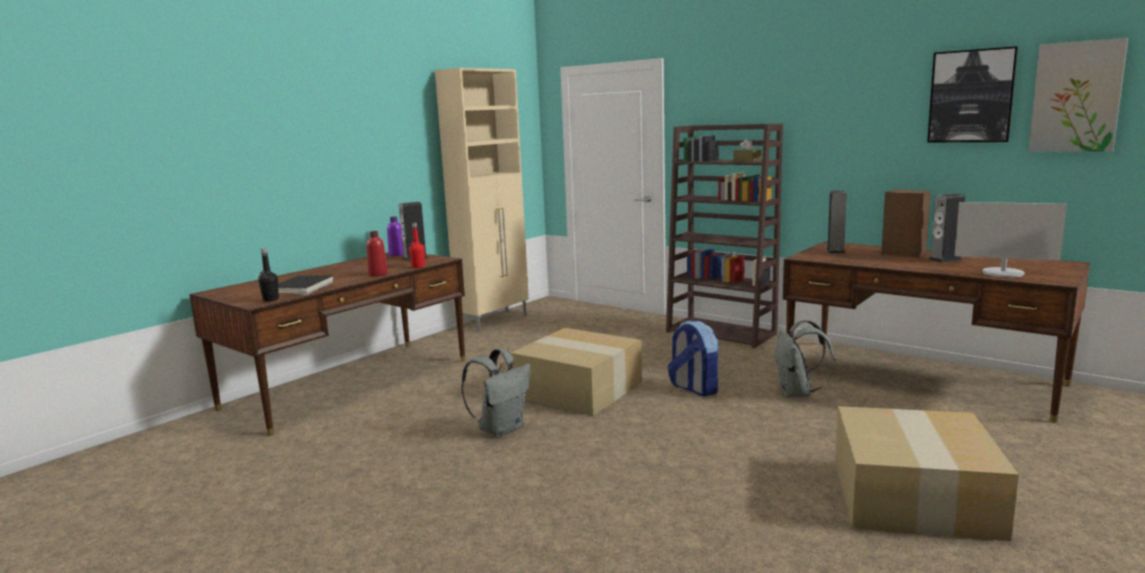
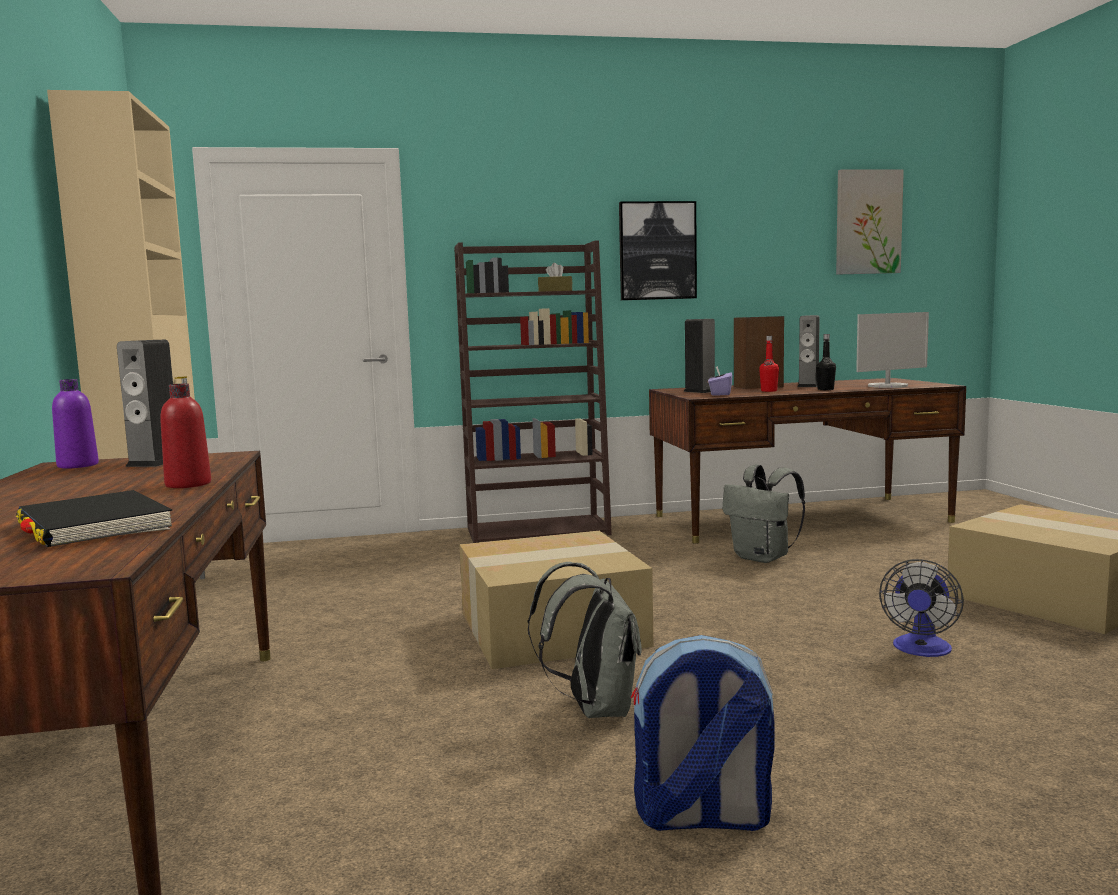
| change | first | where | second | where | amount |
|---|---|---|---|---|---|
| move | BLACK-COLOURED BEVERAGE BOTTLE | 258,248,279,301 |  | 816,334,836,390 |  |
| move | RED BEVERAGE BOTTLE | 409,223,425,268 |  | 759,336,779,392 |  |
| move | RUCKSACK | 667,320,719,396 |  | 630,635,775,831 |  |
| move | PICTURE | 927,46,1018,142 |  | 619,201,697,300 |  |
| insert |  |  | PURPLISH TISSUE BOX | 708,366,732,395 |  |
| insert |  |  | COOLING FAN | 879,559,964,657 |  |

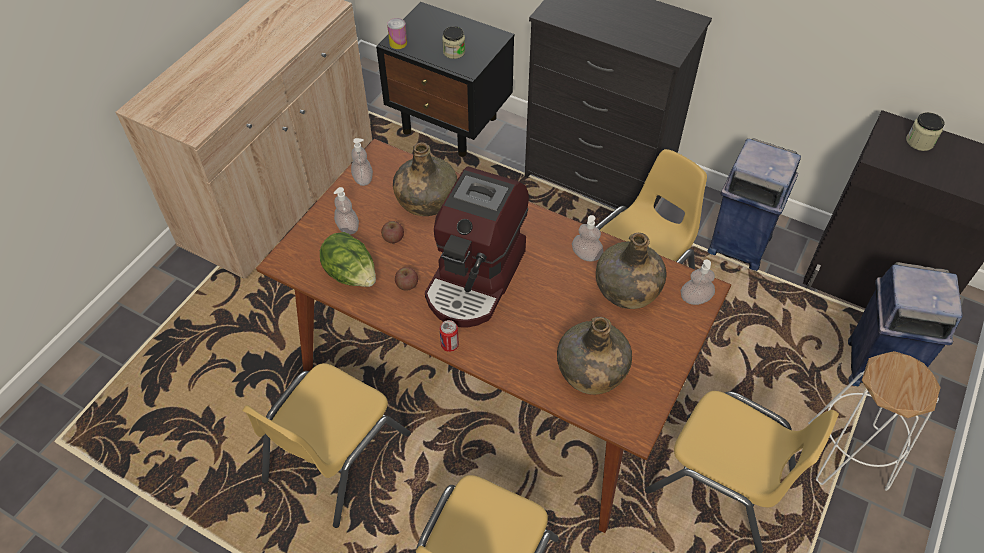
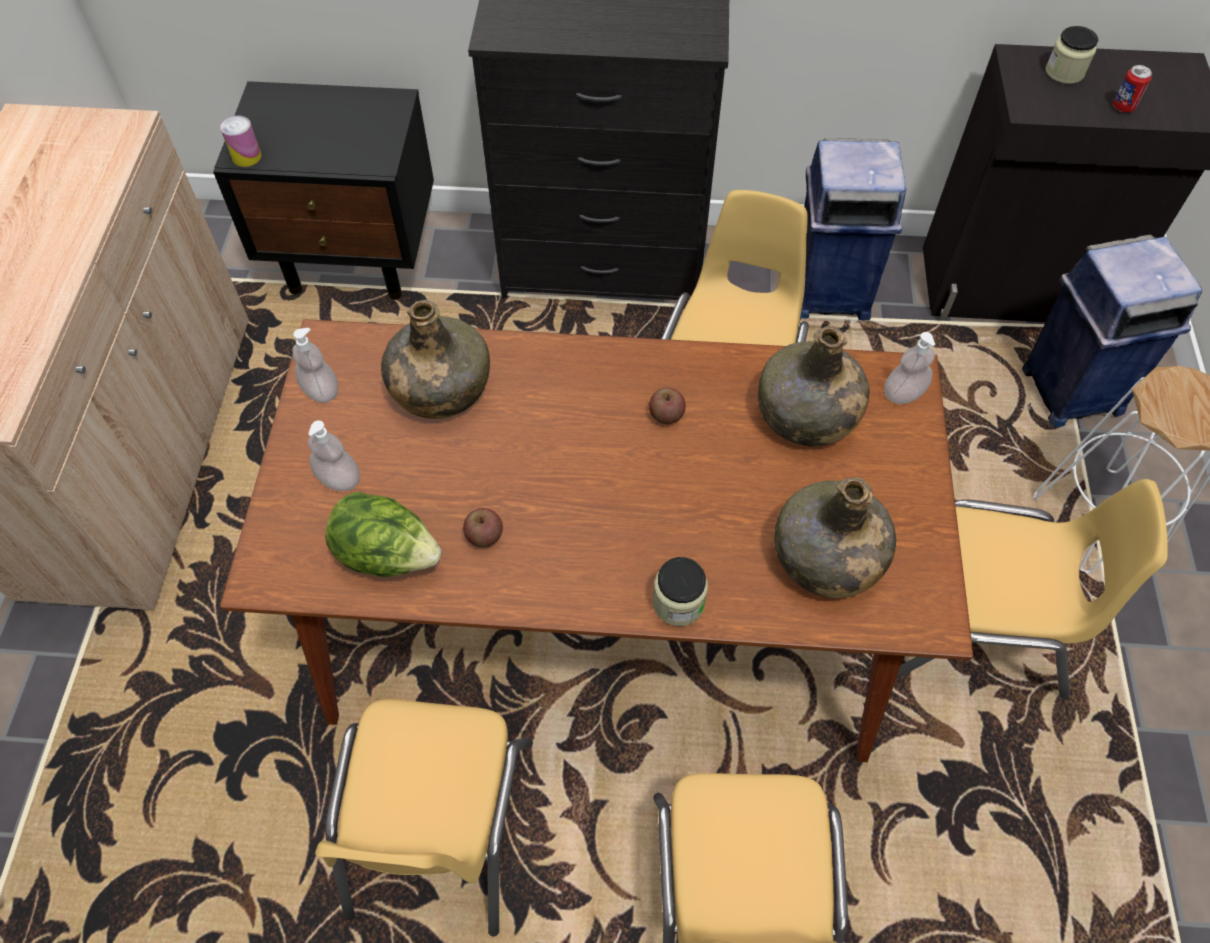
| change | first | where | second | where | amount |
|---|---|---|---|---|---|
| move | WHOLE APPLE | 381,221,404,243 |  | 649,388,686,424 |  |
| delete | COFFEE BREWER | 425,167,529,328 |  |  |  |
| move | CAN | 440,320,459,352 |  | 1113,65,1152,112 |  |
| move | PRESERVE JAR | 442,26,465,59 |  | 653,557,708,626 |  |
| delete | SOAP BOTTLE | 572,215,603,262 |  |  |  |

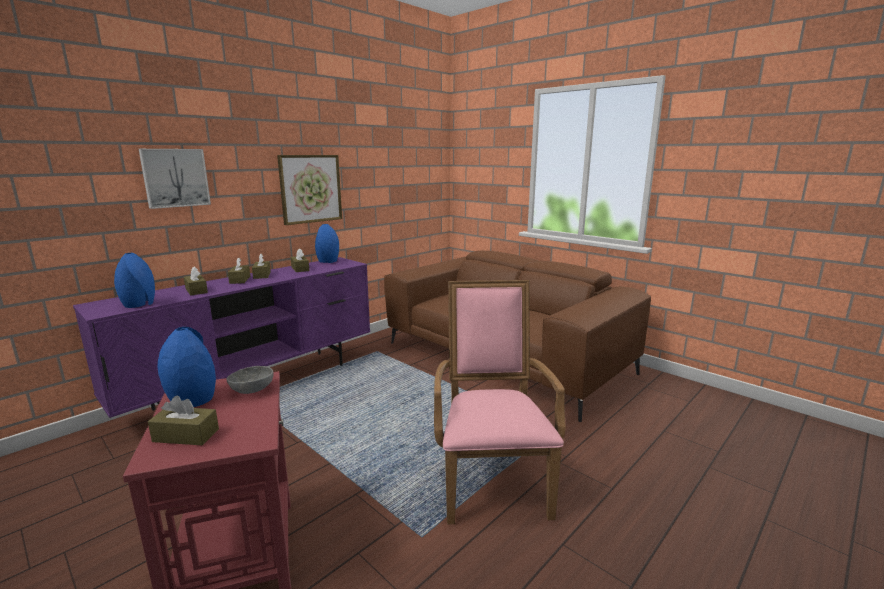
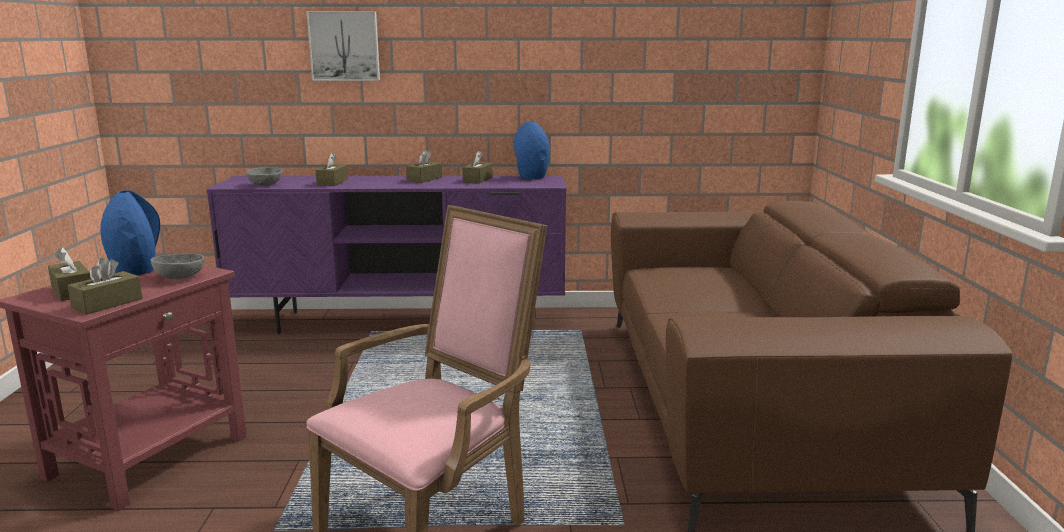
| change | first | where | second | where | amount |
|---|---|---|---|---|---|
| replace | BLUE DECORATIVE VASE | 114,253,155,308 | GREY SERVING BOWL | 246,167,282,186 |  |
| move | BROWN TISSUE BOX | 228,257,250,284 |  | 67,258,143,314 |  |
| delete | PICTURE | 277,155,342,225 |  |  |  |

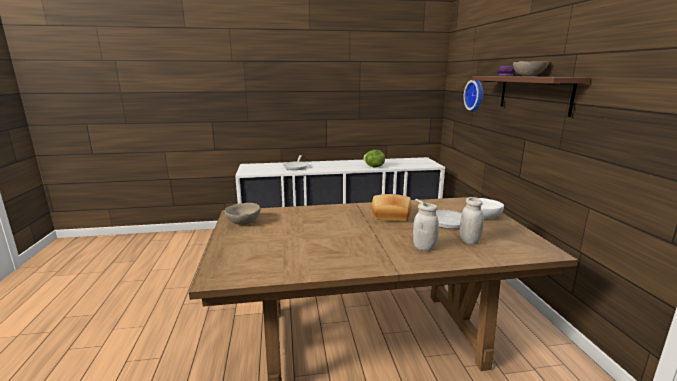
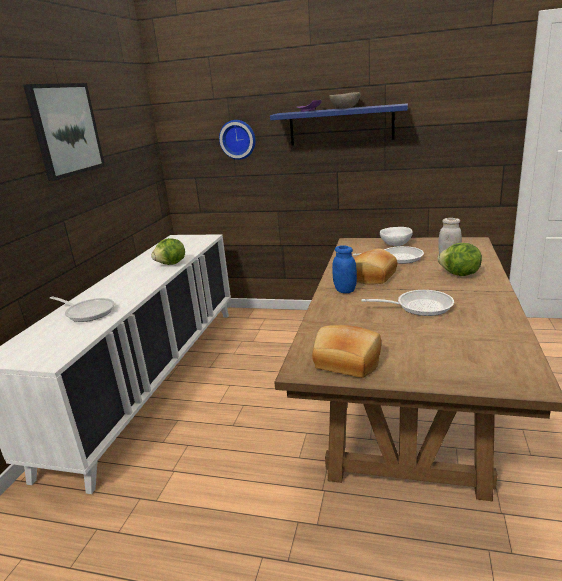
| change | first | where | second | where | amount |
|---|---|---|---|---|---|
| replace | BEIGE-COLOURED SERVING BOWL | 224,203,260,225 | BREAD | 312,325,381,378 |  |
| replace | WHITISH PRESERVE JAR | 413,203,439,251 | LETTUCE | 437,243,482,276 |  |
| recolor | BROWN BRACKET SHELF | 472,76,590,117 | BLUE BRACKET SHELF | 270,103,408,145 |  |
| insert |  |  | PICTURE | 23,83,105,181 |  |
| insert |  |  | BLUE PRESERVE JAR | 332,245,357,293 |  |
| insert |  |  | PAN | 361,290,454,316 |  |

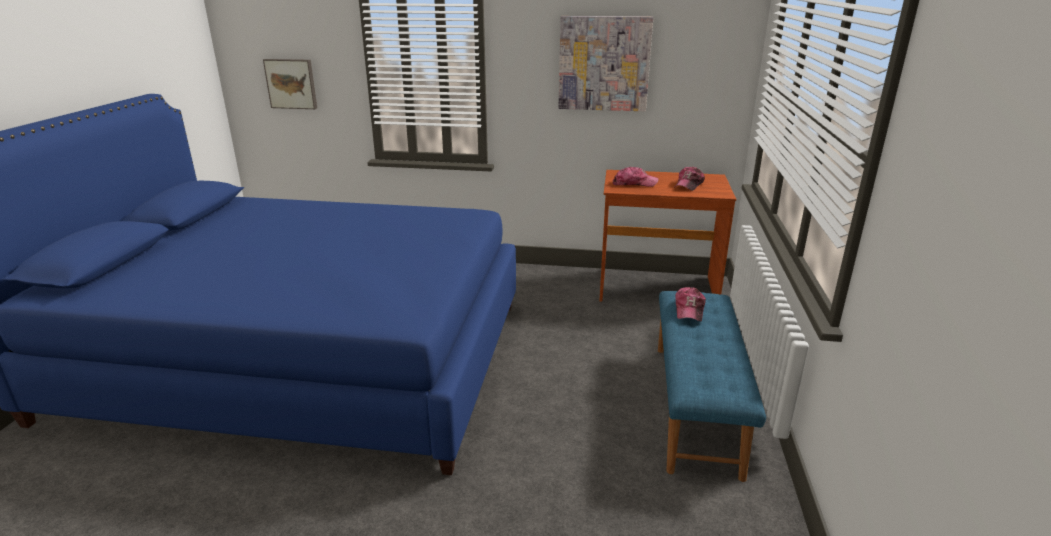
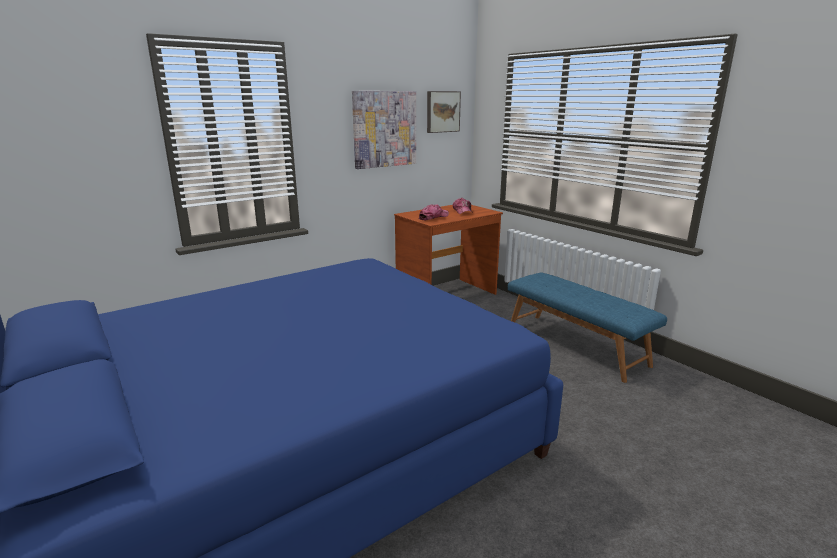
| change | first | where | second | where | amount |
|---|---|---|---|---|---|
| move | PICTURE | 263,59,317,109 |  | 427,91,461,133 |  |
| delete | PEAKED CAP | 675,287,706,321 |  |  |  |

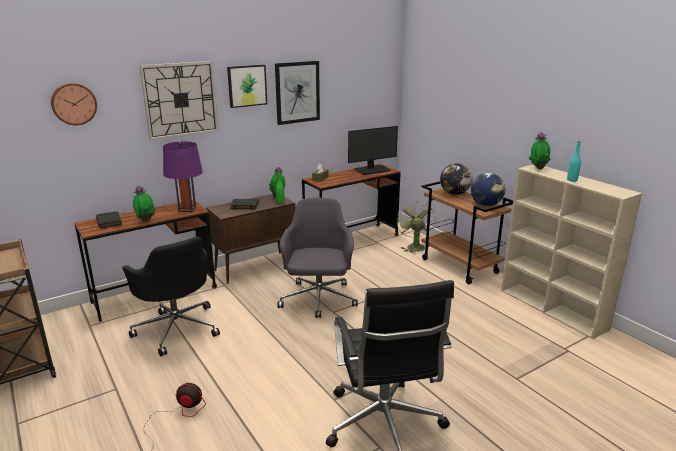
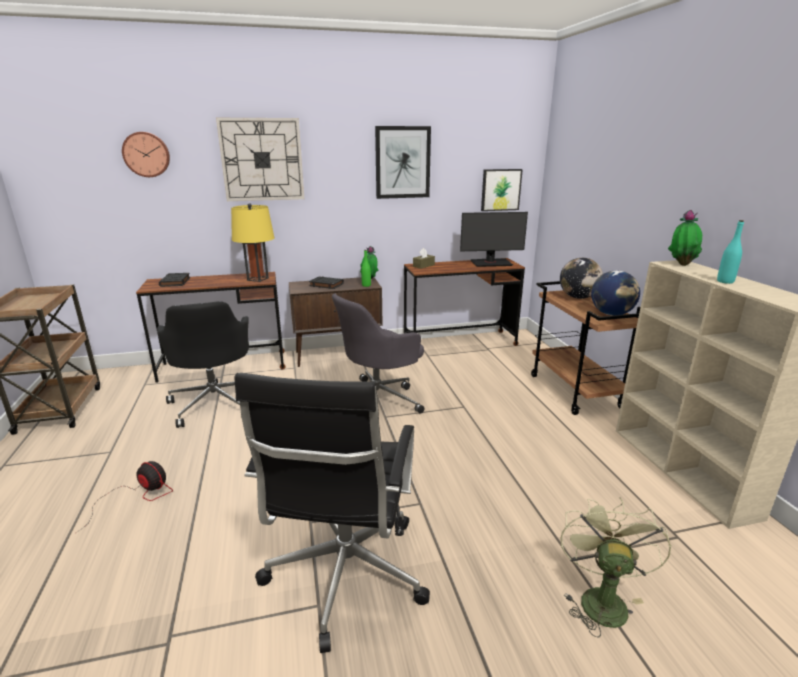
| change | first | where | second | where | amount |
|---|---|---|---|---|---|
| delete | PLANT IN A POT | 133,186,156,222 |  |  |  |
| recolor | PURPLISH TABLE LAMP | 163,141,203,212 | YELLOWISH TABLE LAMP | 231,203,275,282 |  |
| move | PICTURE | 227,65,267,108 |  | 481,169,523,211 |  |
| rotate | GREY DESK CHAIR | 277,198,358,318 |  | 332,293,425,414 | 150 degrees counterclockwise |
| move | GREENISH COOLING FAN | 397,204,436,254 |  | 561,498,672,638 |  |

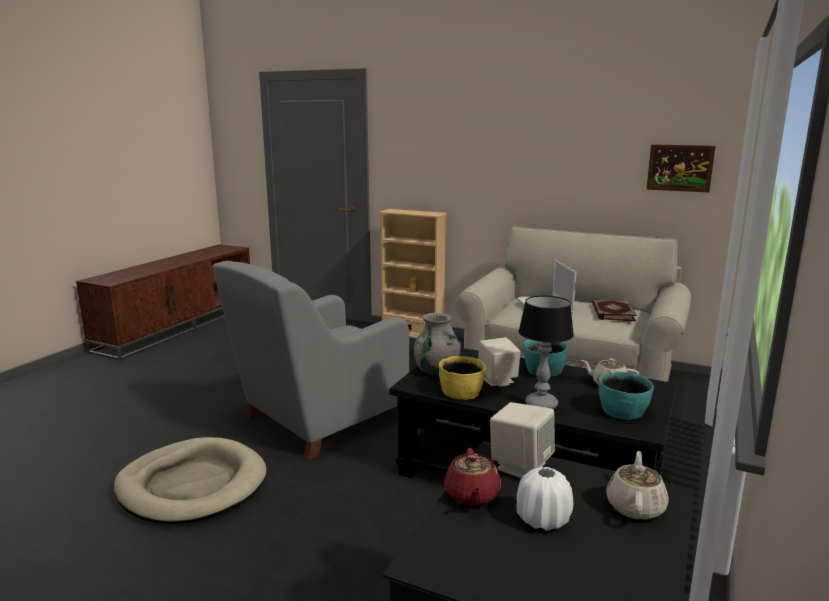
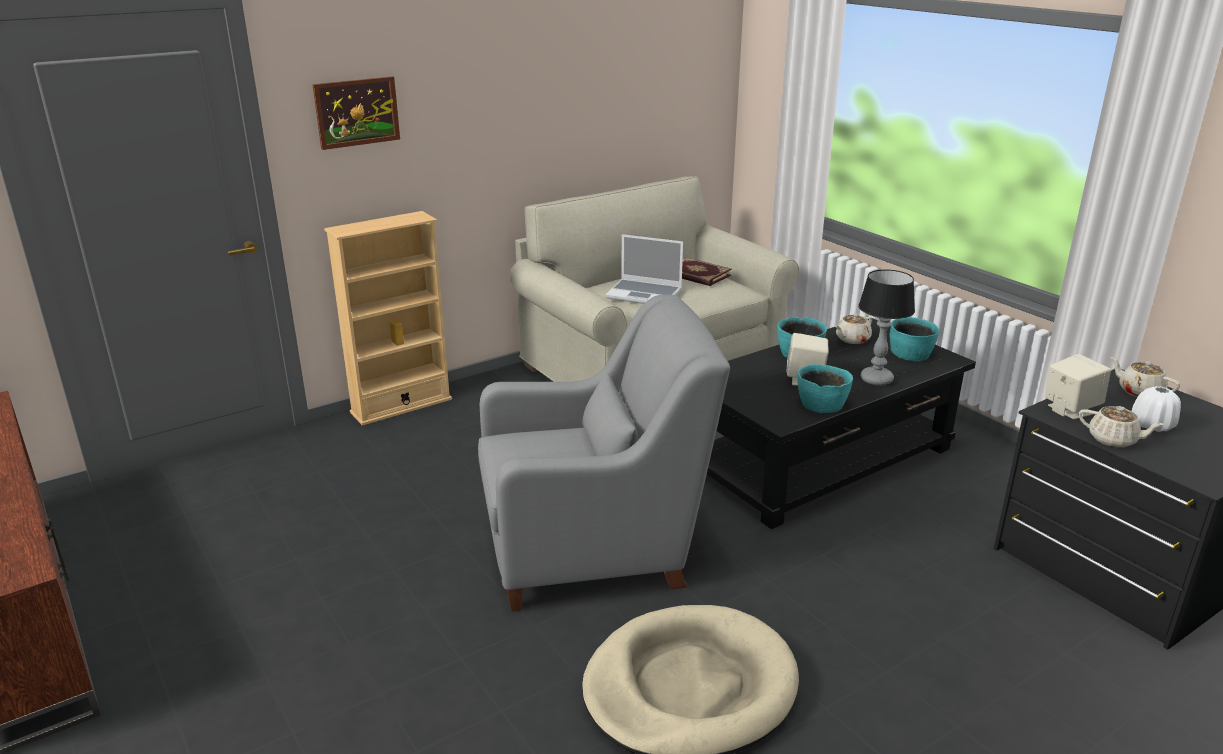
| change | first | where | second | where | amount |
|---|---|---|---|---|---|
| rotate | GREY ARMCHAIR | 212,261,409,460 |  | 478,295,730,611 | 90 degrees counterclockwise |
| delete | GREY DECORATIVE VASE | 414,313,461,375 |  |  |  |
| recolor | YELLOWISH SERVING BOWL | 439,356,486,400 | TURQUOISE SERVING BOWL | 798,364,853,413 |  |
| recolor | RED TEA POT | 444,448,501,506 | BEIGE-COLOURED TEA POT | 1079,406,1165,448 |  |
| move | PICTURE | 646,144,715,193 |  | 312,76,400,150 |  |

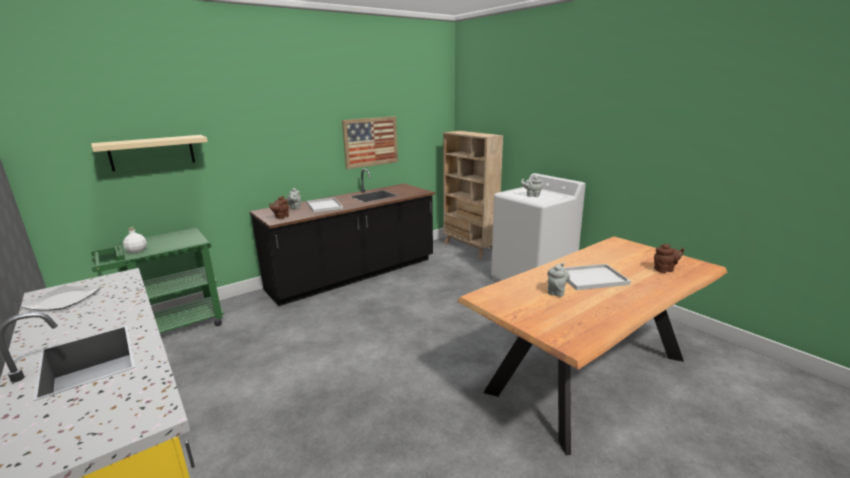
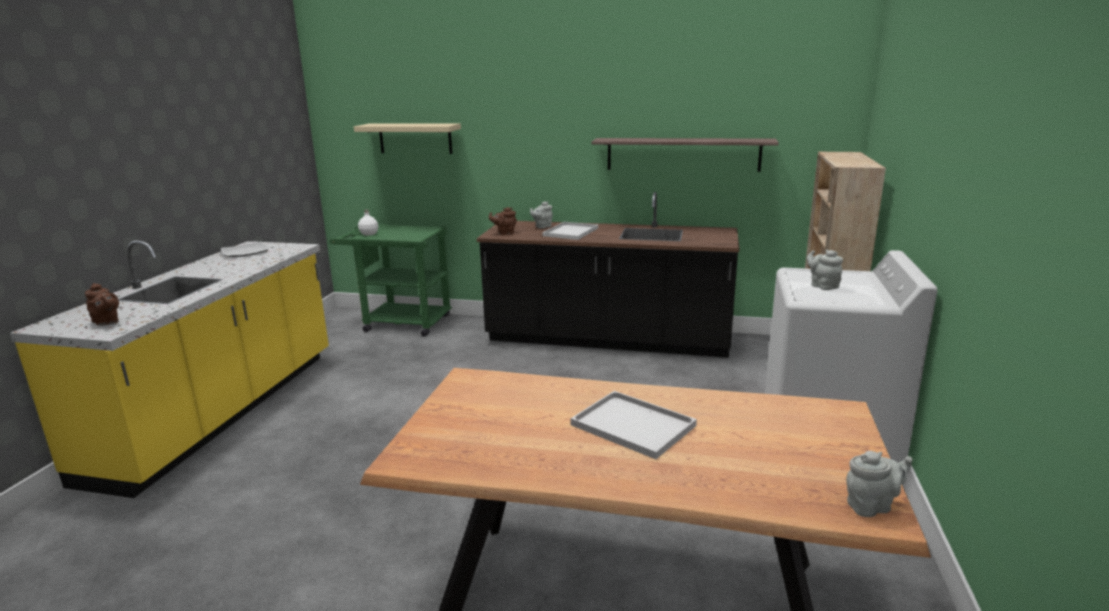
| change | first | where | second | where | amount |
|---|---|---|---|---|---|
| replace | PICTURE | 342,116,398,169 | BRACKET SHELF | 591,138,779,172 |  |
| move | GREY TEA POT | 547,262,570,297 |  | 846,451,913,517 |  |
| move | BROWN TEA POT | 654,244,684,273 |  | 85,283,119,326 |  |

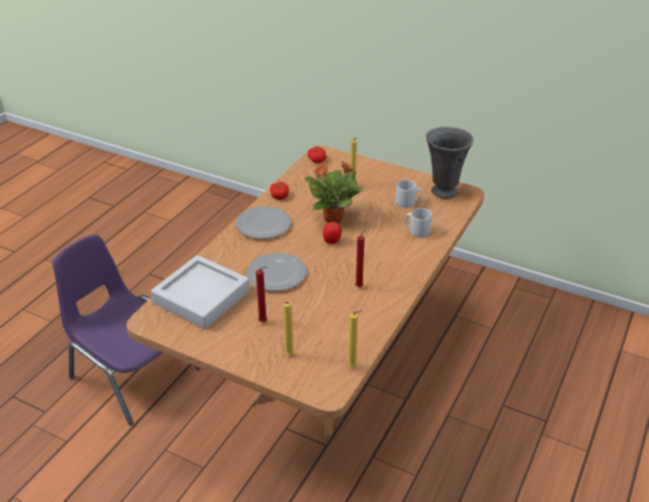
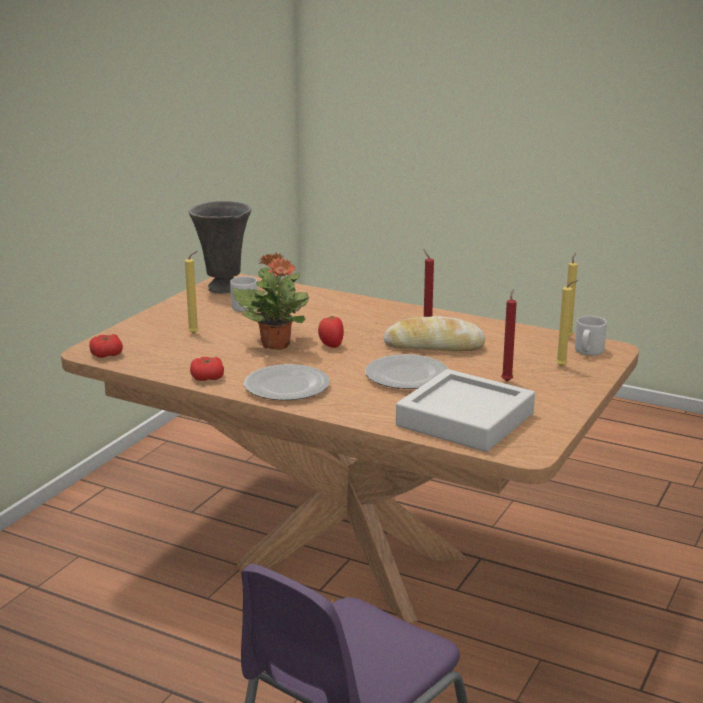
| change | first | where | second | where | amount |
|---|---|---|---|---|---|
| move | GREY MUG | 405,208,432,238 |  | 575,316,607,355 |  |
| insert |  |  | BREAD | 384,316,485,351 |  |

